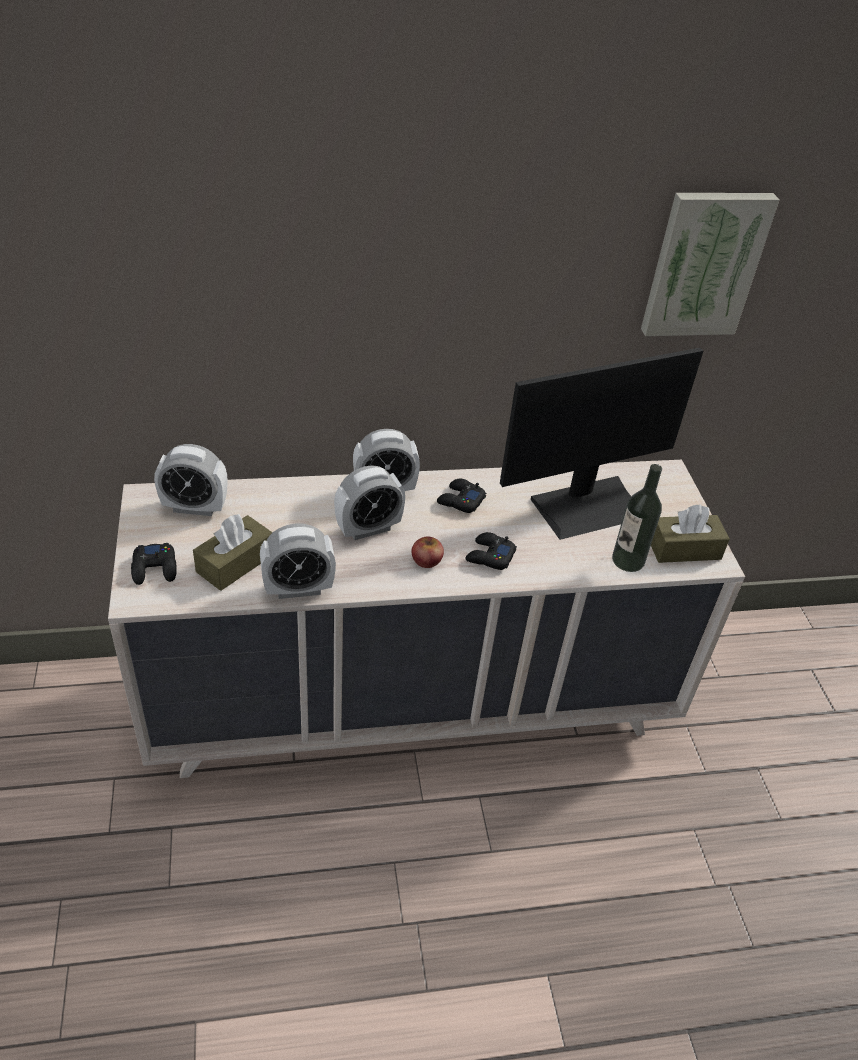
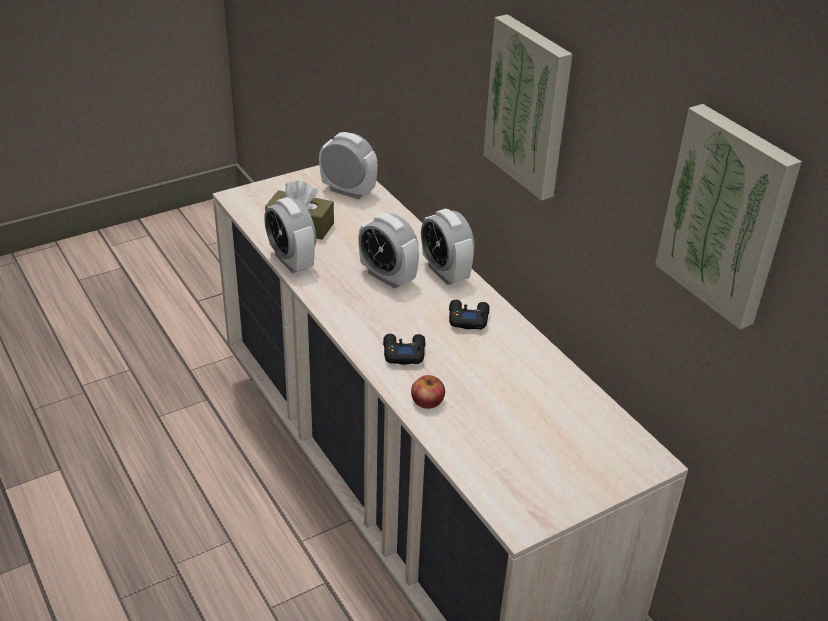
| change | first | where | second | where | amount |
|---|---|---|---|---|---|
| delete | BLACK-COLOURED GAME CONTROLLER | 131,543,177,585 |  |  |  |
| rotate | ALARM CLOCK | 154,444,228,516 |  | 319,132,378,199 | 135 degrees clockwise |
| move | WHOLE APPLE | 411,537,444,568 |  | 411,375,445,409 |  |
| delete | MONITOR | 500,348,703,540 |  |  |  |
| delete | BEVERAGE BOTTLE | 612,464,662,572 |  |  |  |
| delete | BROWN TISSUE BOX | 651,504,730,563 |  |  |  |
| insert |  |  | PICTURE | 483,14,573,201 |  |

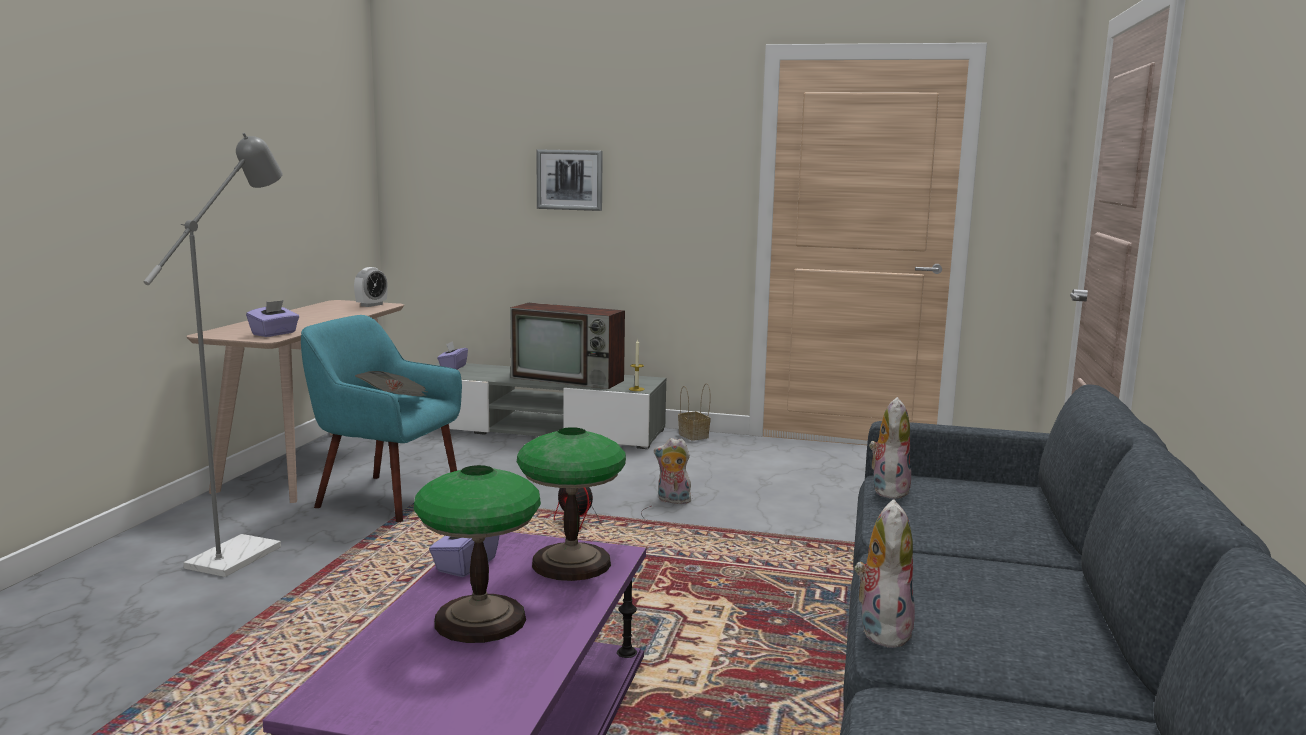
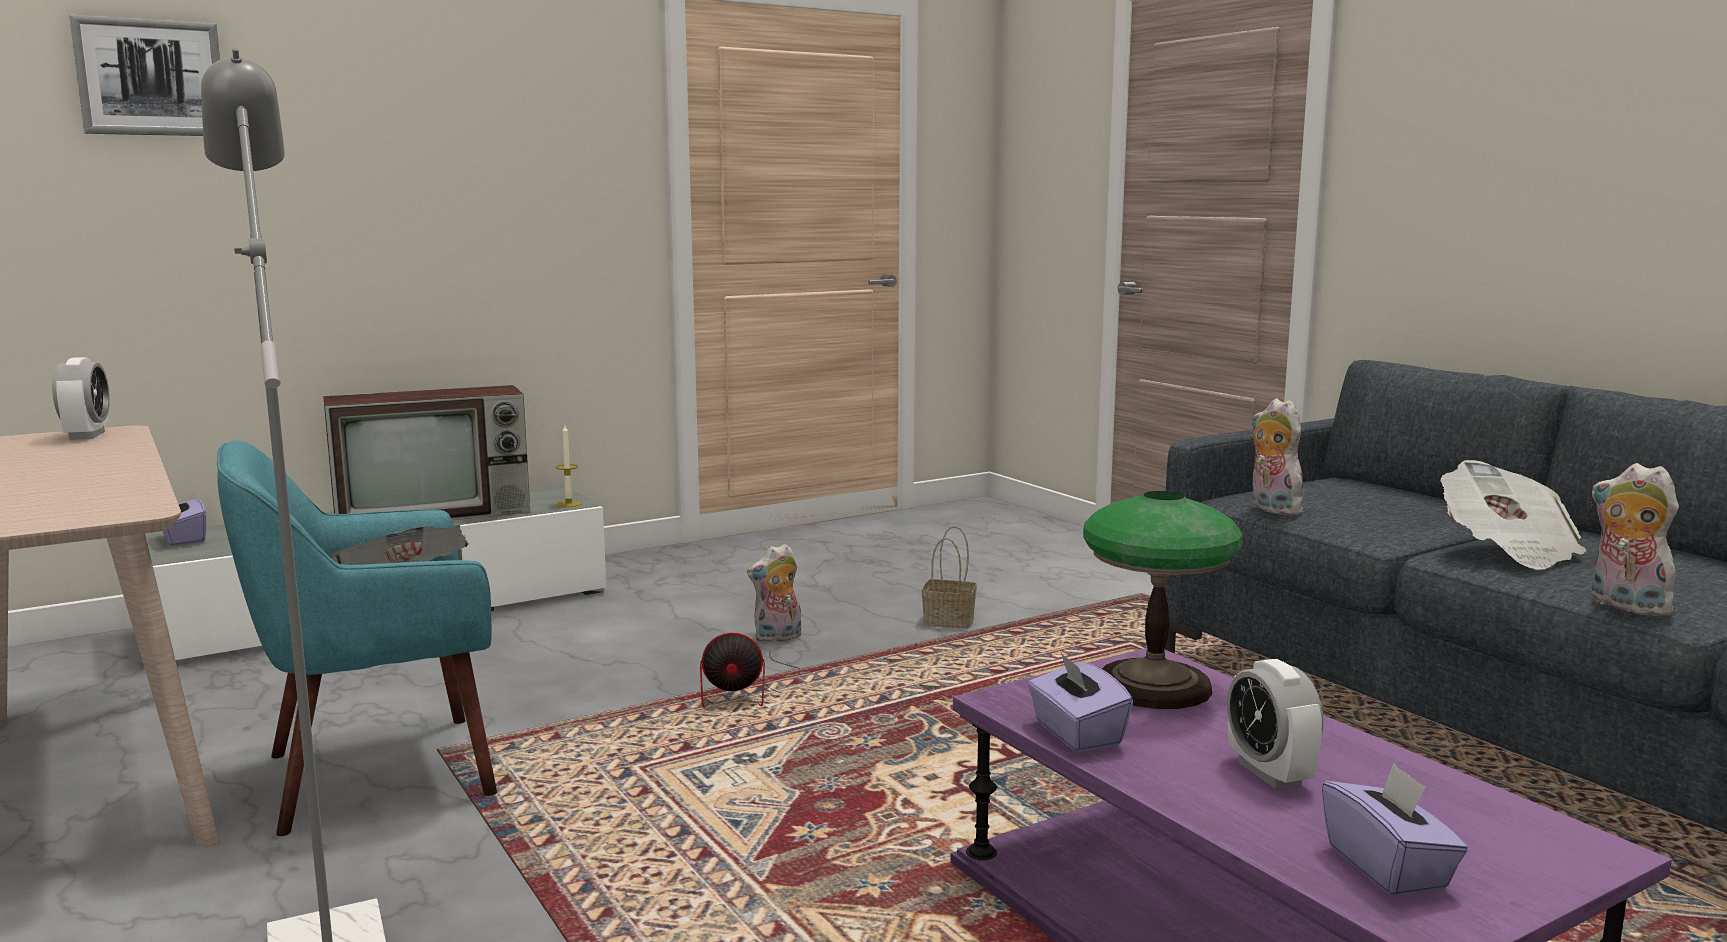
| change | first | where | second | where | amount |
|---|---|---|---|---|---|
| move | PURPLISH TISSUE BOX | 246,300,299,337 |  | 1322,763,1468,897 |  |
| replace | TABLE LAMP | 413,465,541,643 | ALARM CLOCK | 1227,659,1323,789 |  |
| move | PICTURE | 536,149,603,211 |  | 69,15,220,136 |  |
| move | BASKET | 678,383,711,441 |  | 922,526,977,629 |  |
| insert |  |  | PRINTED PAPER | 1440,460,1586,570 |  |

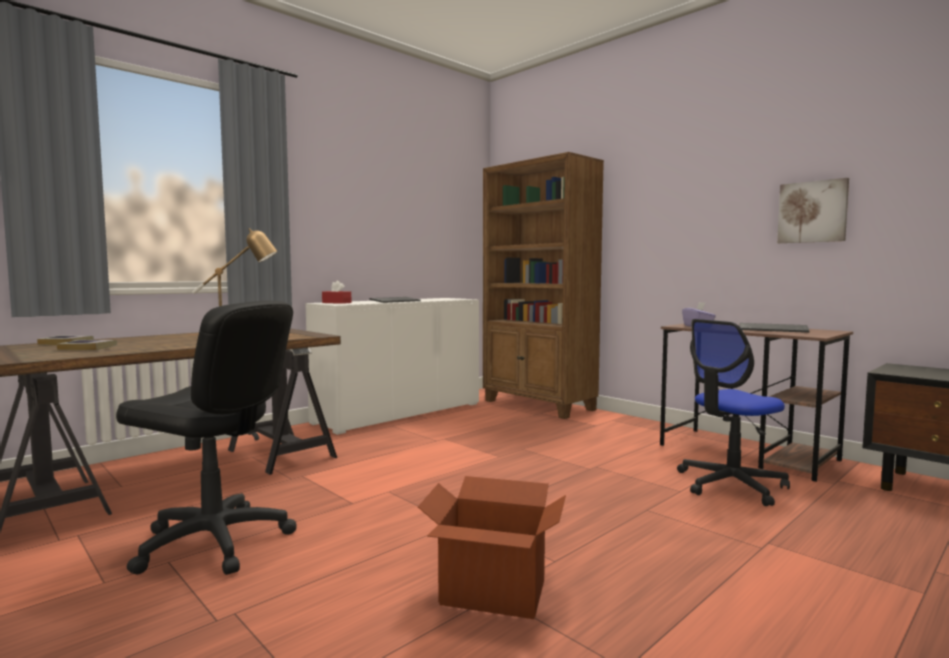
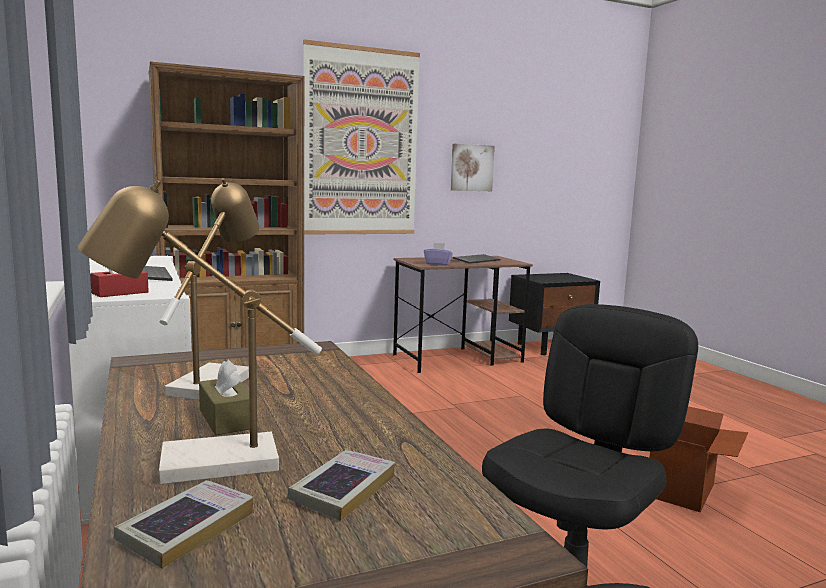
| change | first | where | second | where | amount |
|---|---|---|---|---|---|
| delete | DESK CHAIR | 677,319,790,506 |  |  |  |
| insert |  |  | TABLE LAMP | 77,180,322,484 |  |
| insert |  |  | BROWN TISSUE BOX | 199,360,250,435 |  |
| insert |  |  | PICTURE | 303,39,420,235 |  |

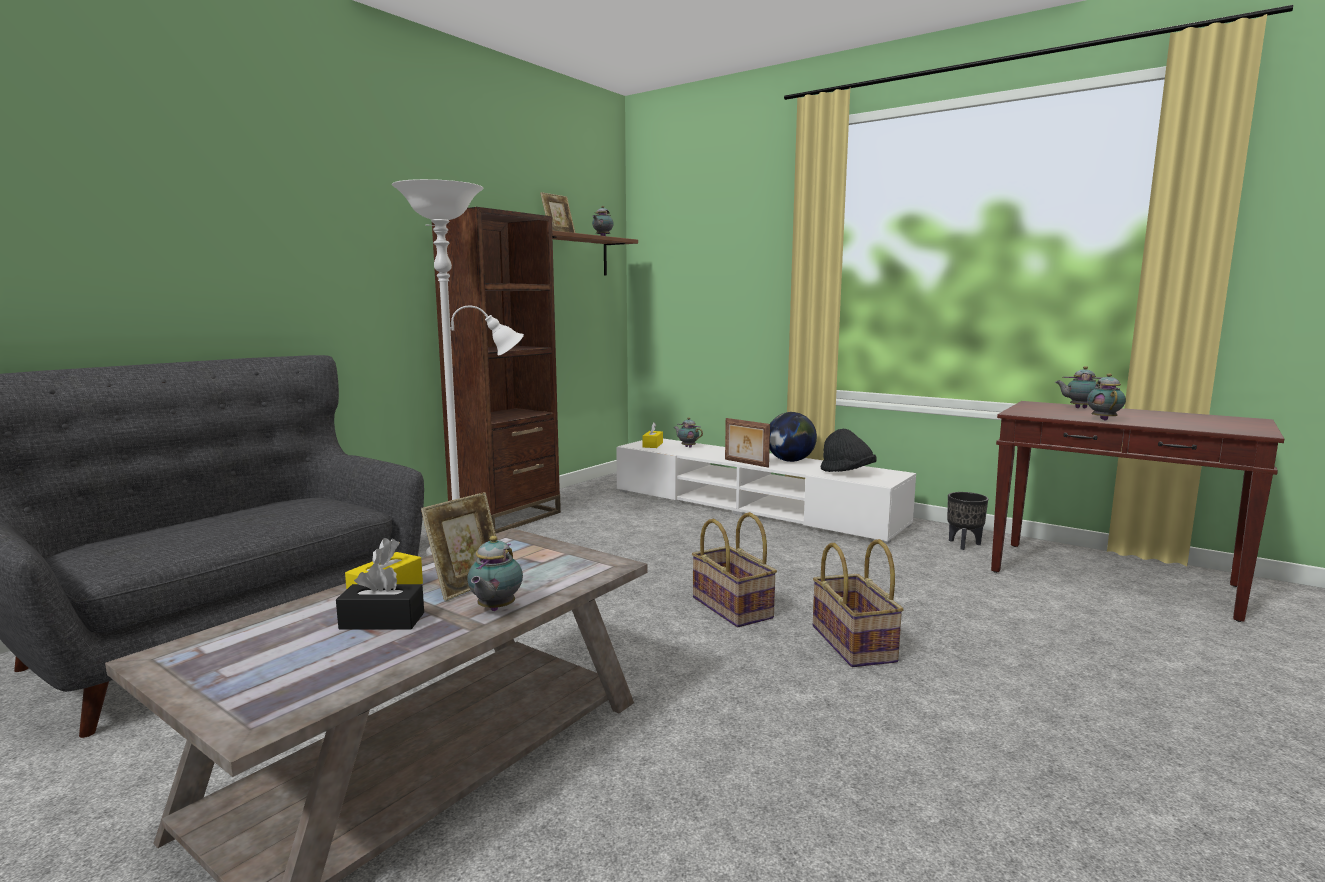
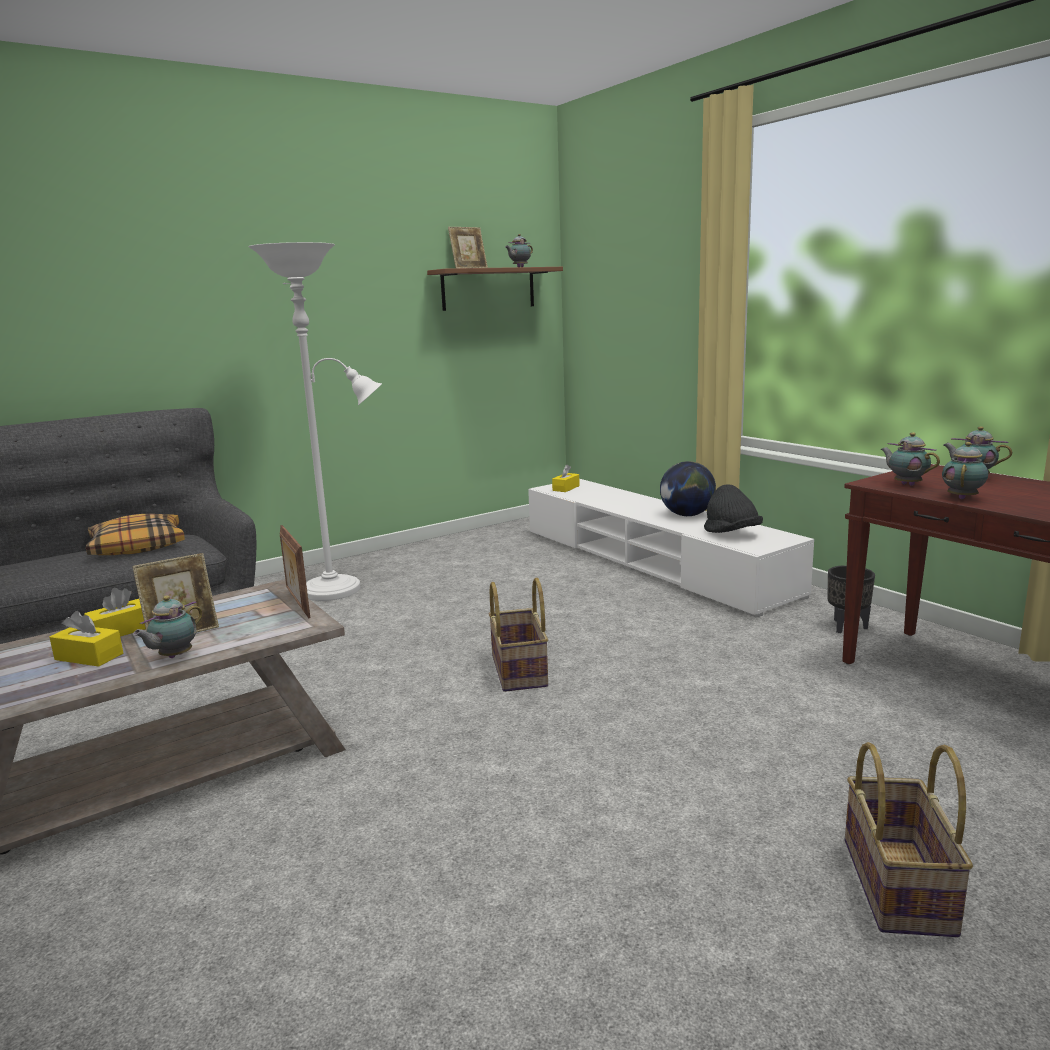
| change | first | where | second | where | amount |
|---|---|---|---|---|---|
| recolor | BLACK-COLOURED TISSUE BOX | 336,563,424,629 | YELLOWISH TISSUE BOX | 49,611,123,667 |  |
| delete | BROWN BOOKCASE | 432,207,561,533 |  |  |  |
| move | TEA POT | 673,417,703,448 |  | 880,432,940,486 |  |
| move | PICTURE FRAME | 725,418,770,468 |  | 280,525,310,619 |  |
| move | BASKET | 813,539,904,667 |  | 845,742,973,937 |  |
| insert |  |  | CUSHION | 86,514,185,555 |  |

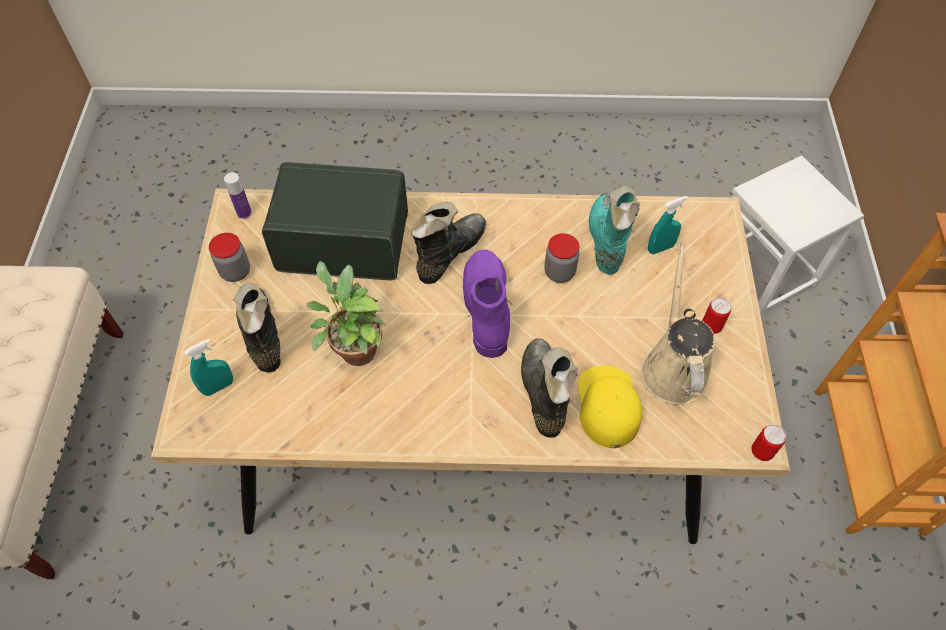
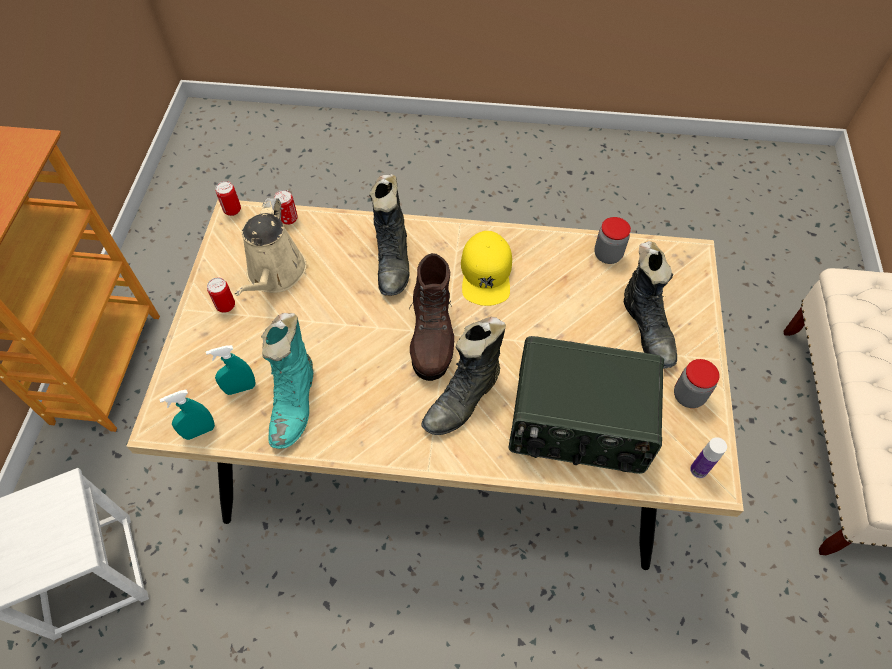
| change | first | where | second | where | amount |
|---|---|---|---|---|---|
| move | TURQUOISE SPRAY BOTTLE | 185,339,233,396 |  | 159,390,215,440 |  |
| delete | PLANT IN A POT | 307,261,386,366 |  |  |  |
| recolor | PURPLISH TALL BOOT | 463,250,512,358 | BROWN TALL BOOT | 409,253,454,381 |  |
| move | PRESERVE JAR | 545,233,579,283 |  | 594,217,631,264 |  |
| move | YELLOWISH PEAKED CAP | 578,366,642,448 |  | 461,231,512,306 |  |
| insert |  |  | CAN | 274,190,298,225 |  |

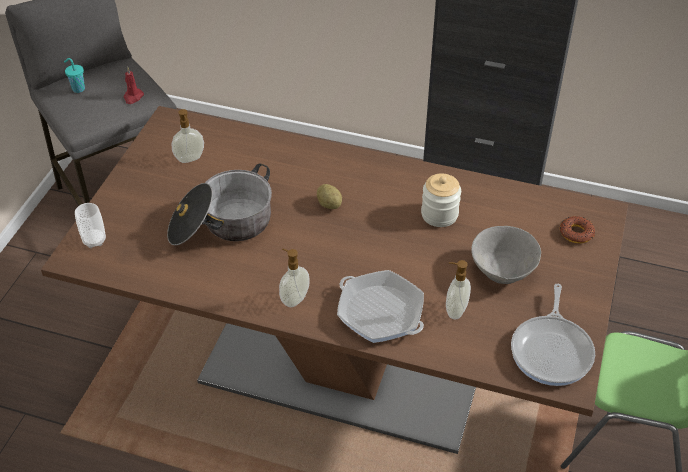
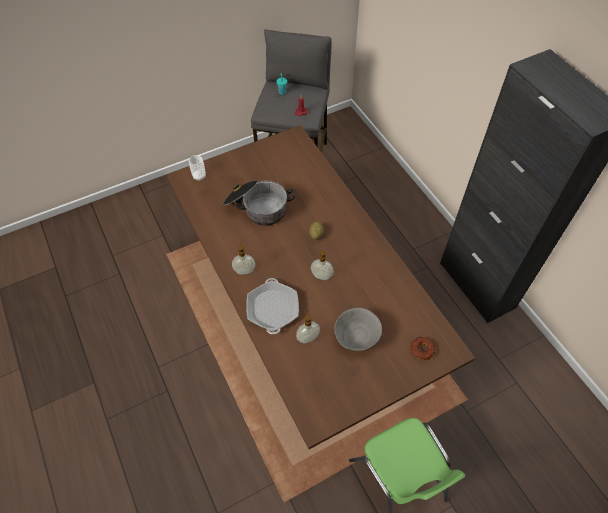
| change | first | where | second | where | amount |
|---|---|---|---|---|---|
| move | SOAP BOTTLE | 172,109,204,163 |  | 311,250,334,280 |  |
| delete | PRESERVE JAR | 421,173,461,227 |  |  |  |
| delete | PAN | 511,284,595,386 |  |  |  |

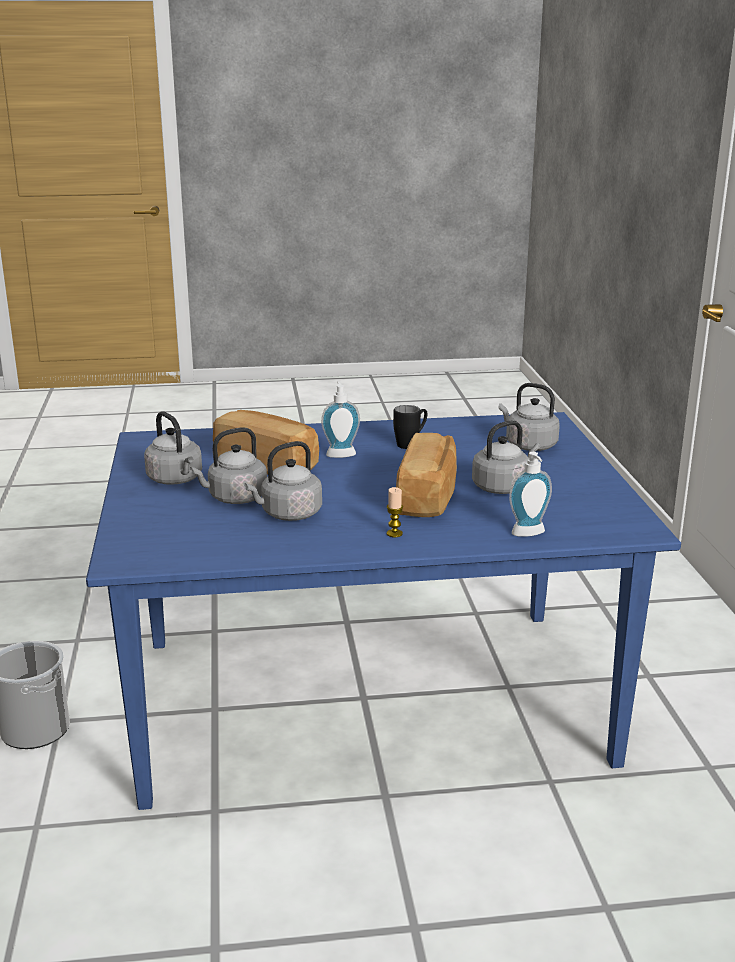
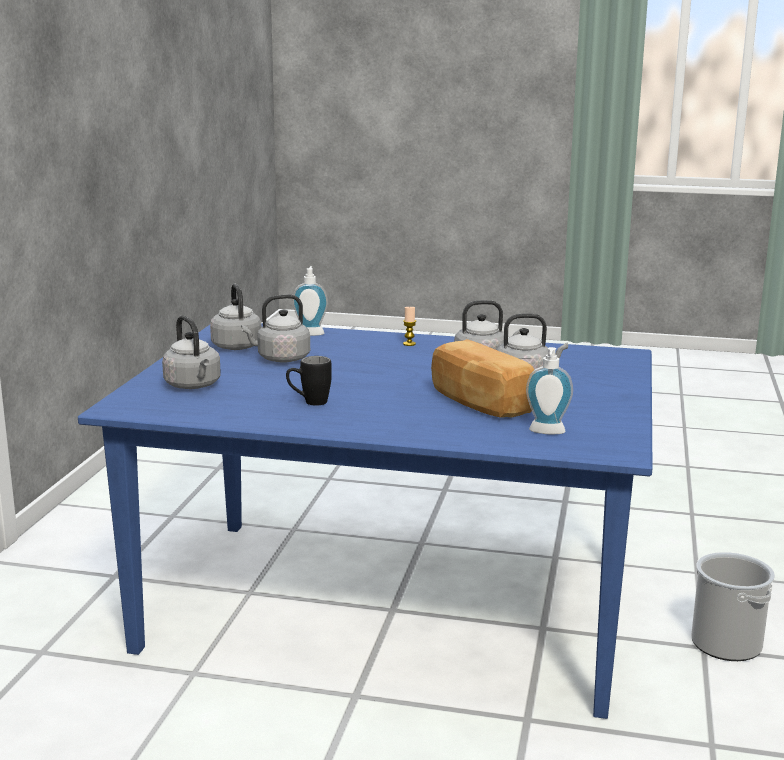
| change | first | where | second | where | amount |
|---|---|---|---|---|---|
| move | GREY KETTLE | 144,411,202,485 |  | 210,284,261,350 |  |
| move | SOAP BOTTLE | 321,381,360,458 |  | 526,347,573,434 |  |
| delete | BREAD | 396,433,457,517 |  |  |  |

